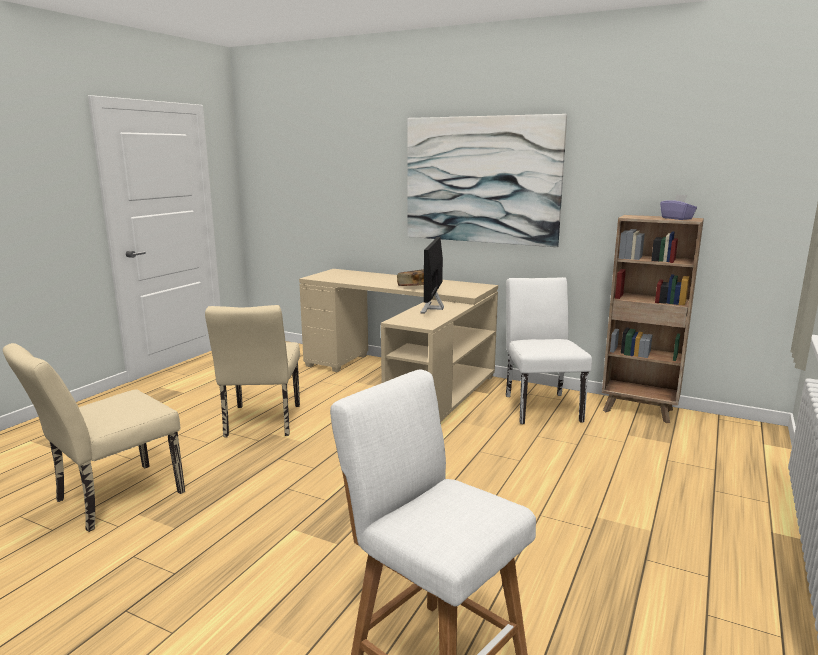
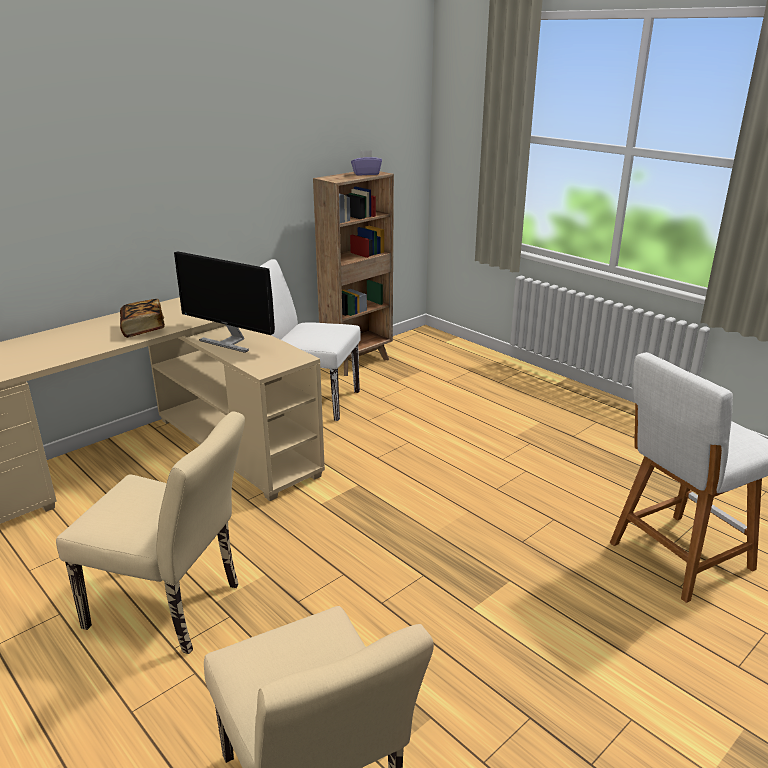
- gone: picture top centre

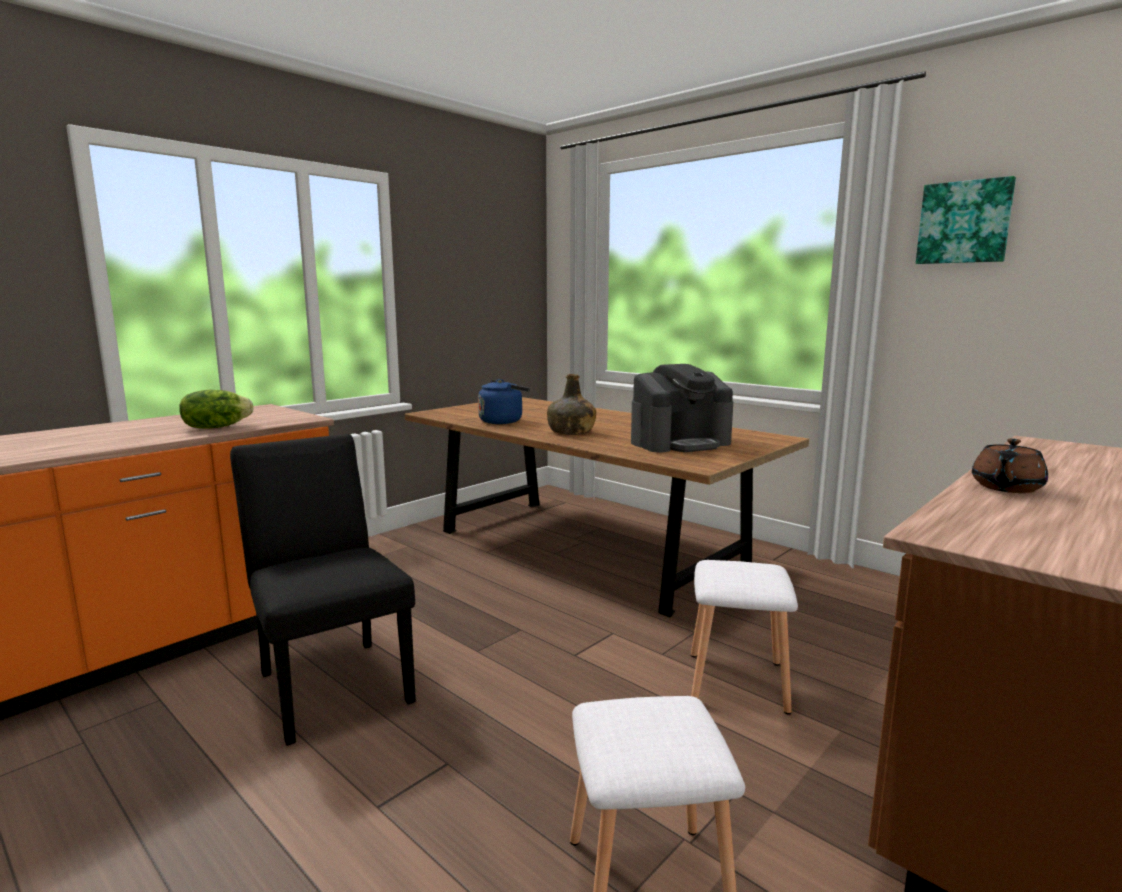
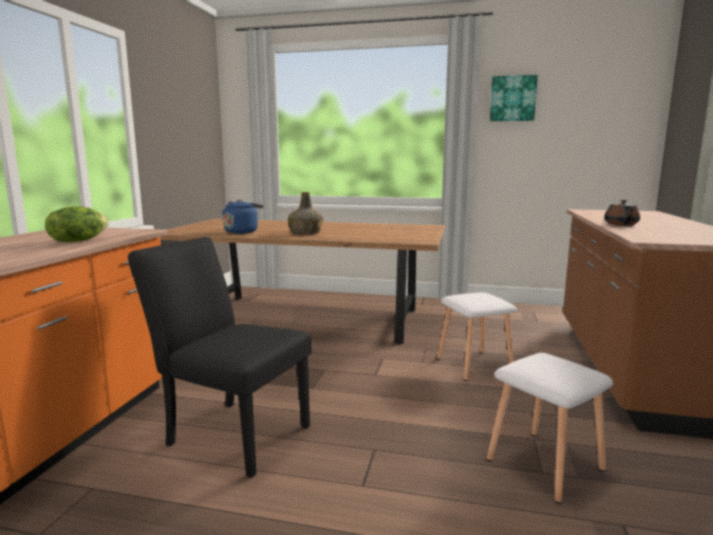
- gone: coffee_machine centre

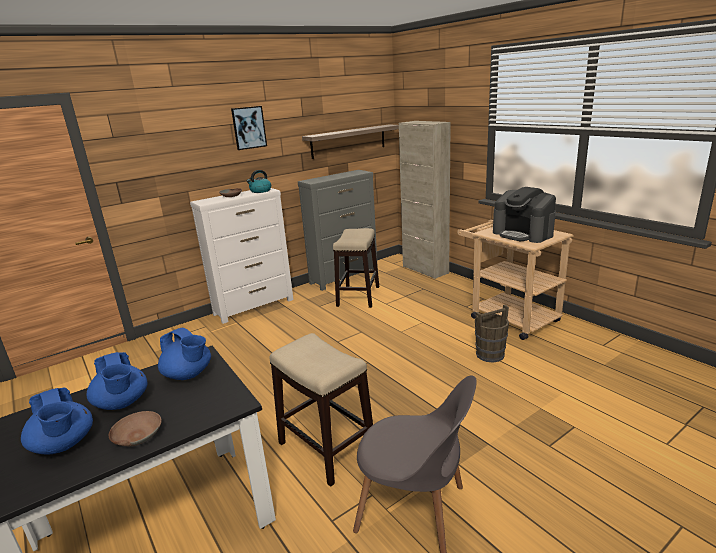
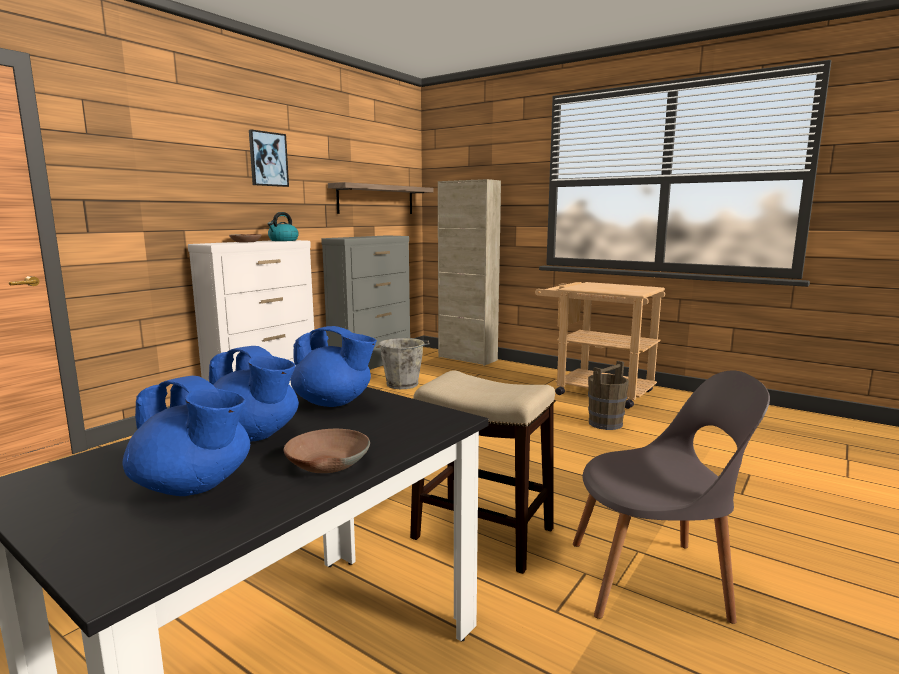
- gone: coffee_machine middle right
- swapped: stool (no. 2 from left) centre to grey_bucket centre

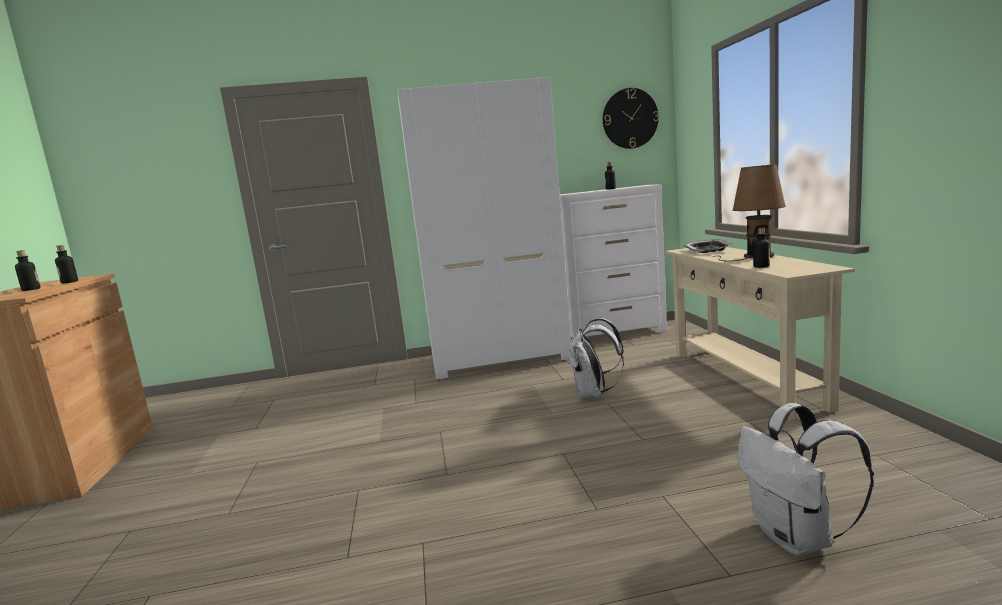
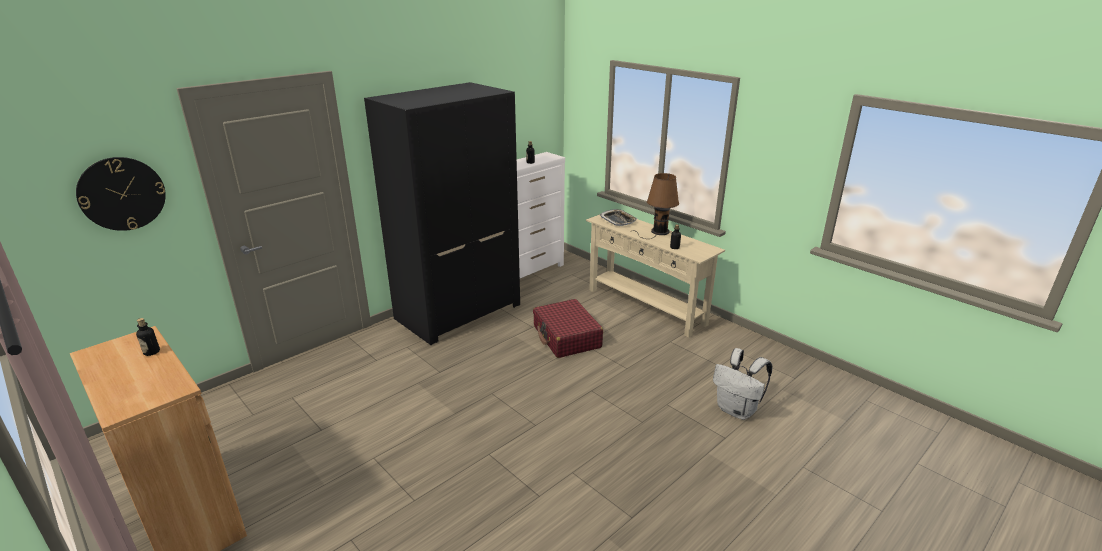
- repainted: white_wardrobe centre to black_wardrobe centre
- shifted: wall_clock top centre to middle left
- gone: bottle (no. 1 from left) middle left
- swapped: white_backpack (no. 1 from left) centre to red_suitcase centre

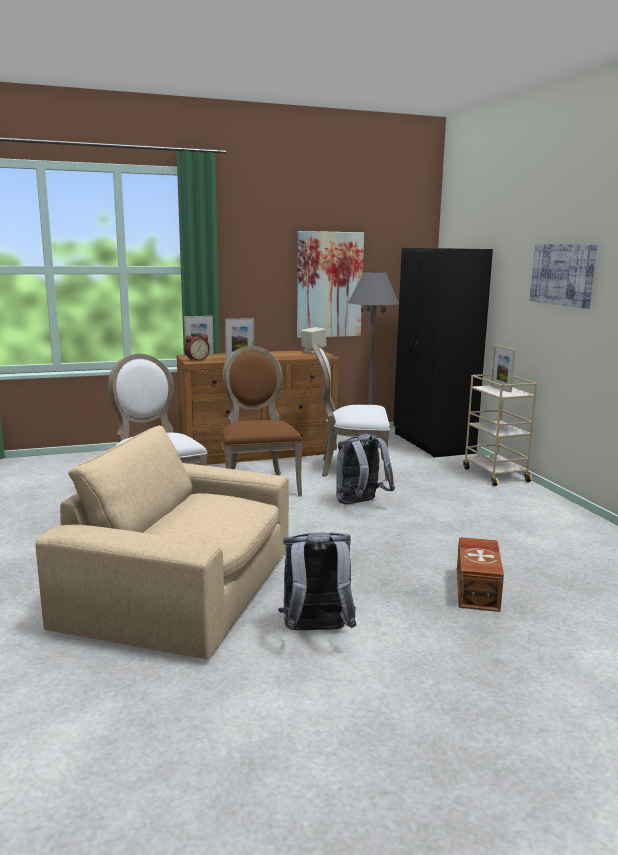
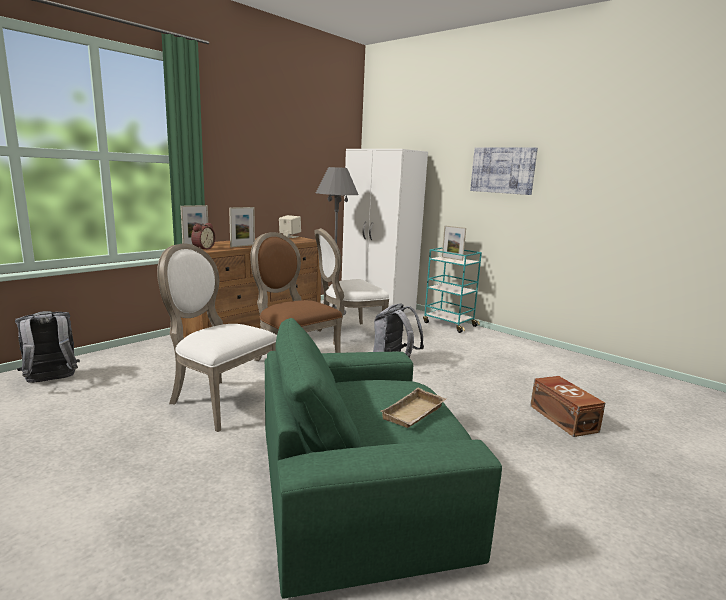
- gone: picture (no. 1 from left) top centre
- repainted: black_wardrobe middle right to white_wardrobe centre
- repainted: beige_cart middle right to turquoise_cart centre
- repainted: beige_armchair middle left to green_armchair bottom centre
- shifted: grey_backpack (no. 1 from left) bottom centre to middle left
- new: beige_tray bottom centre

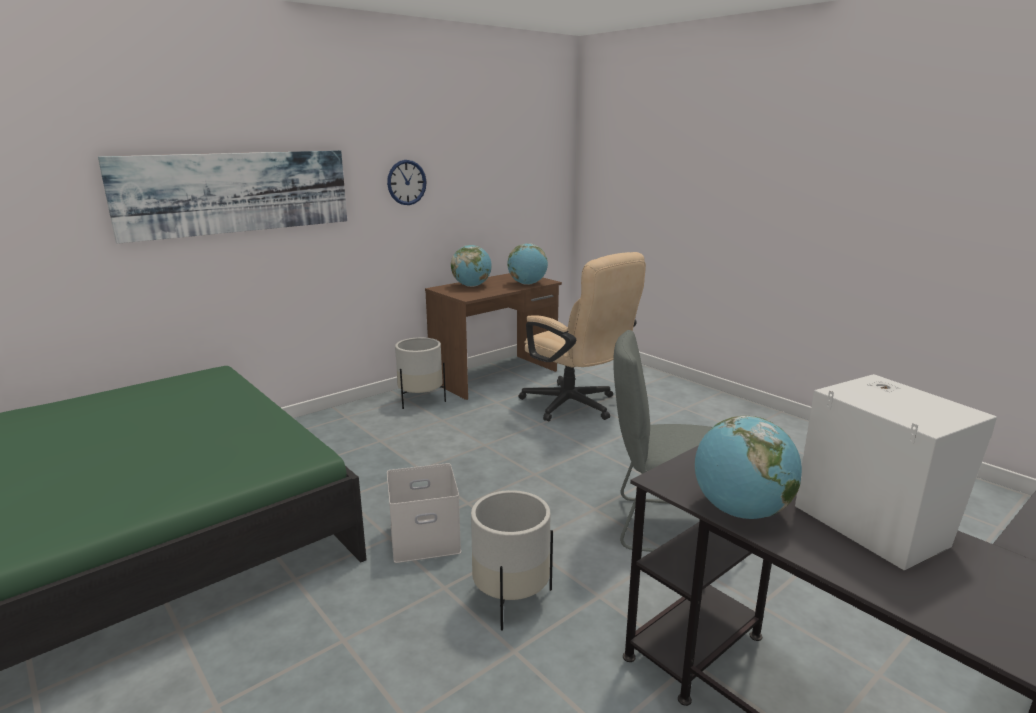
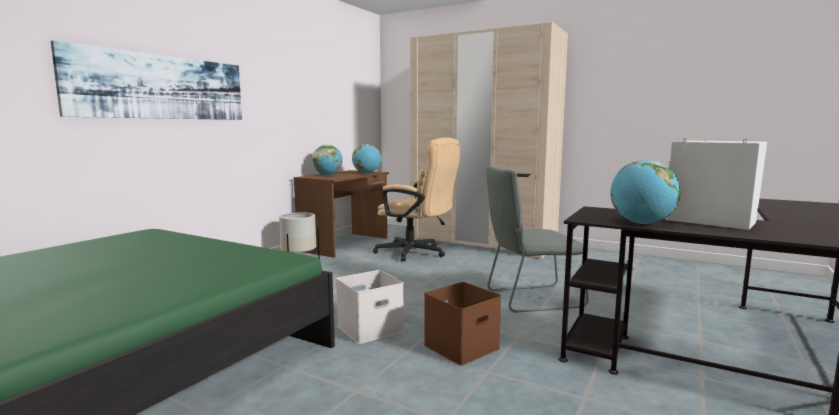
- gone: wall_clock top centre
- swapped: white_planter (no. 2 from left) bottom centre to brown_storage_box bottom centre
- new: beige_wardrobe centre

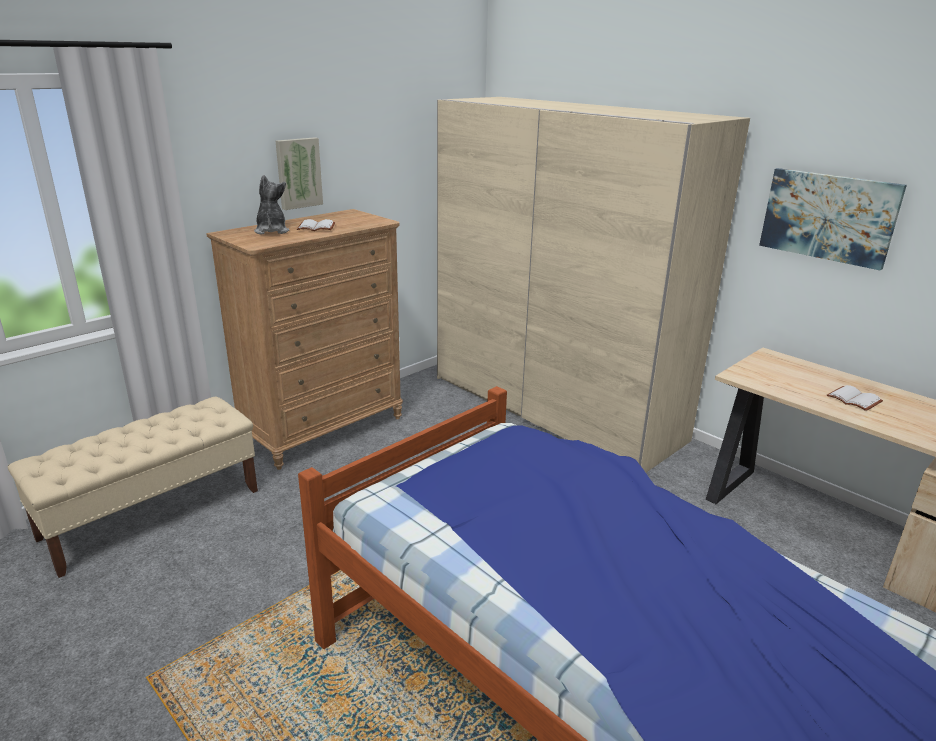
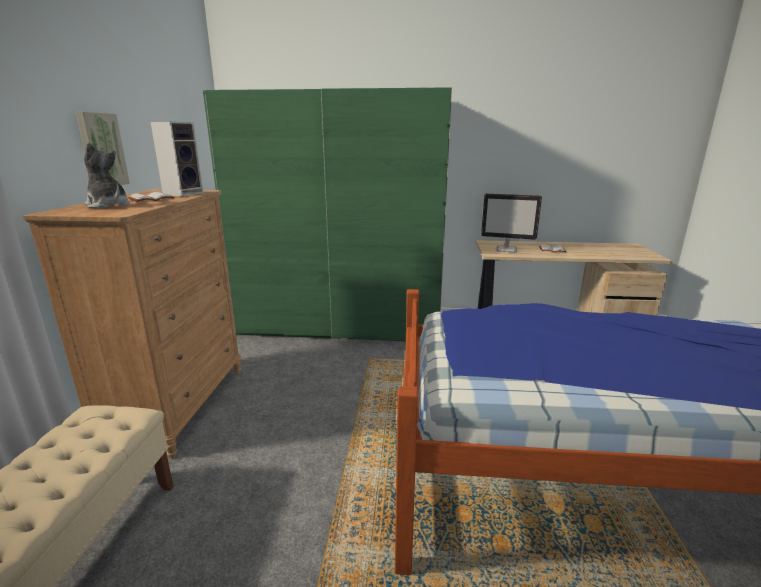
- repainted: beige_wardrobe centre to green_wardrobe centre
- gone: picture (no. 2 from left) top right
- new: speaker top left
- new: monitor middle right

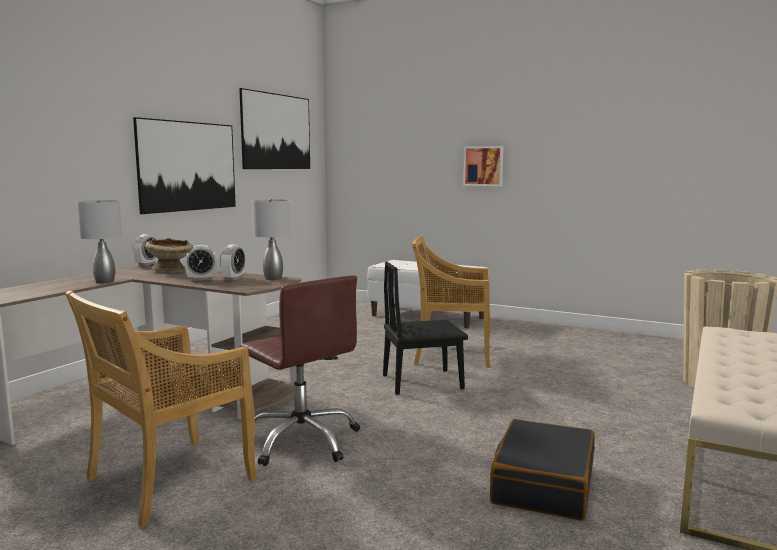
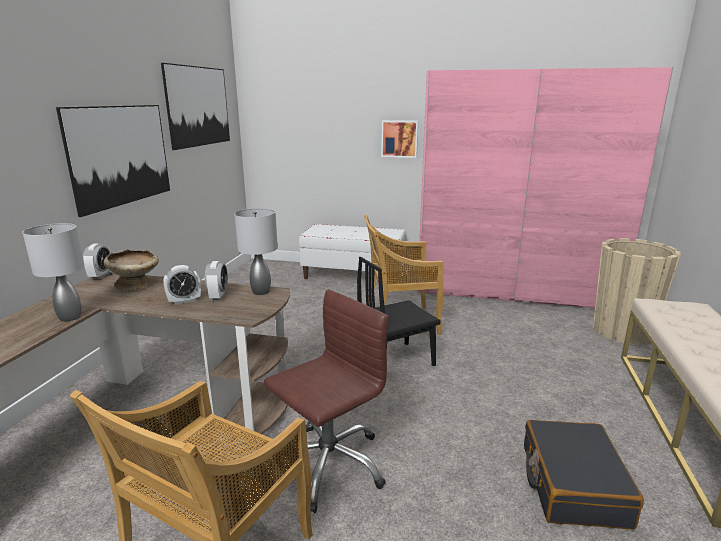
- rotated: brown_office_chair bottom centre = bottom centre 75 degrees counterclockwise
- new: pink_wardrobe middle right

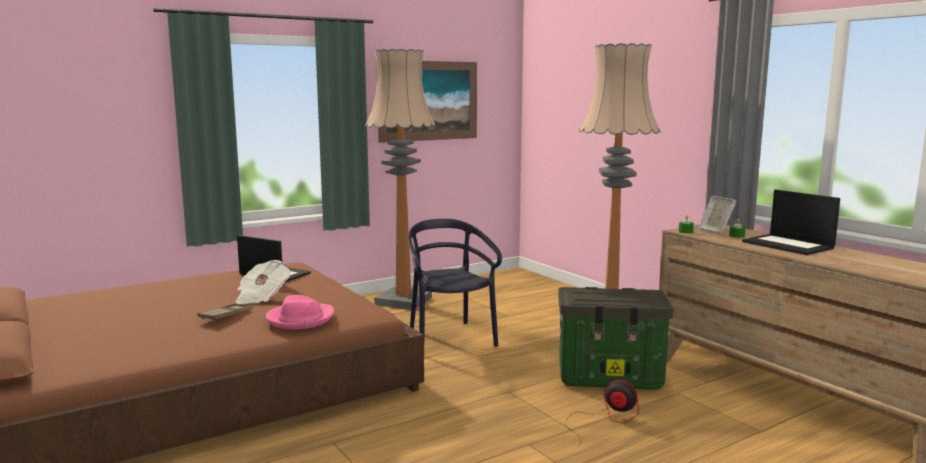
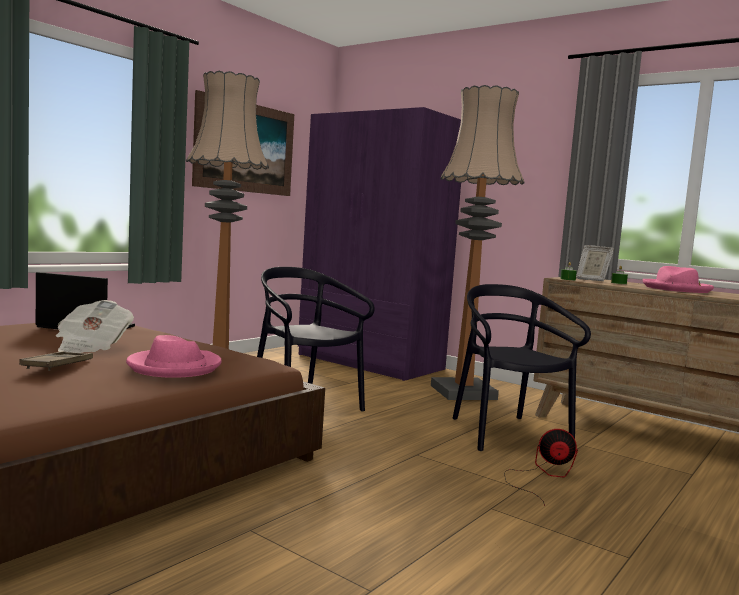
- swapped: laptop (no. 2 from left) middle right to pink_hat (no. 2 from left) middle right
- swapped: storage_box bottom centre to black_chair (no. 2 from left) middle right
- new: purple_wardrobe centre

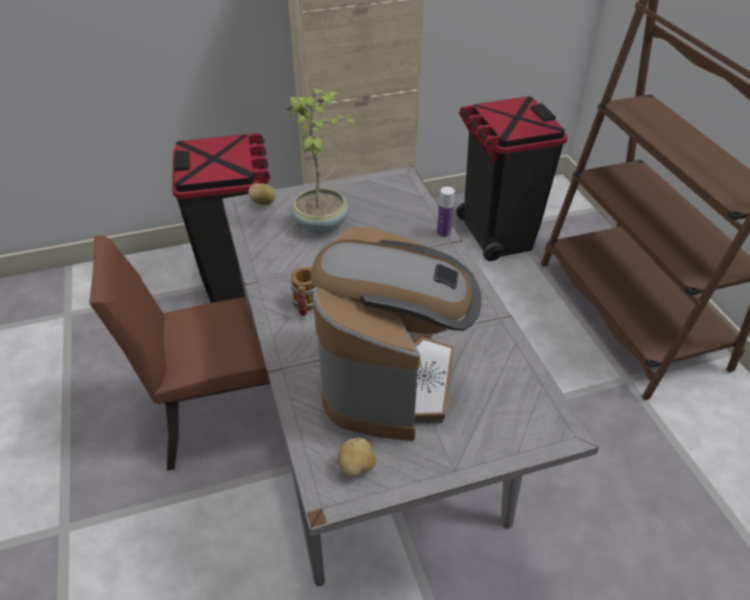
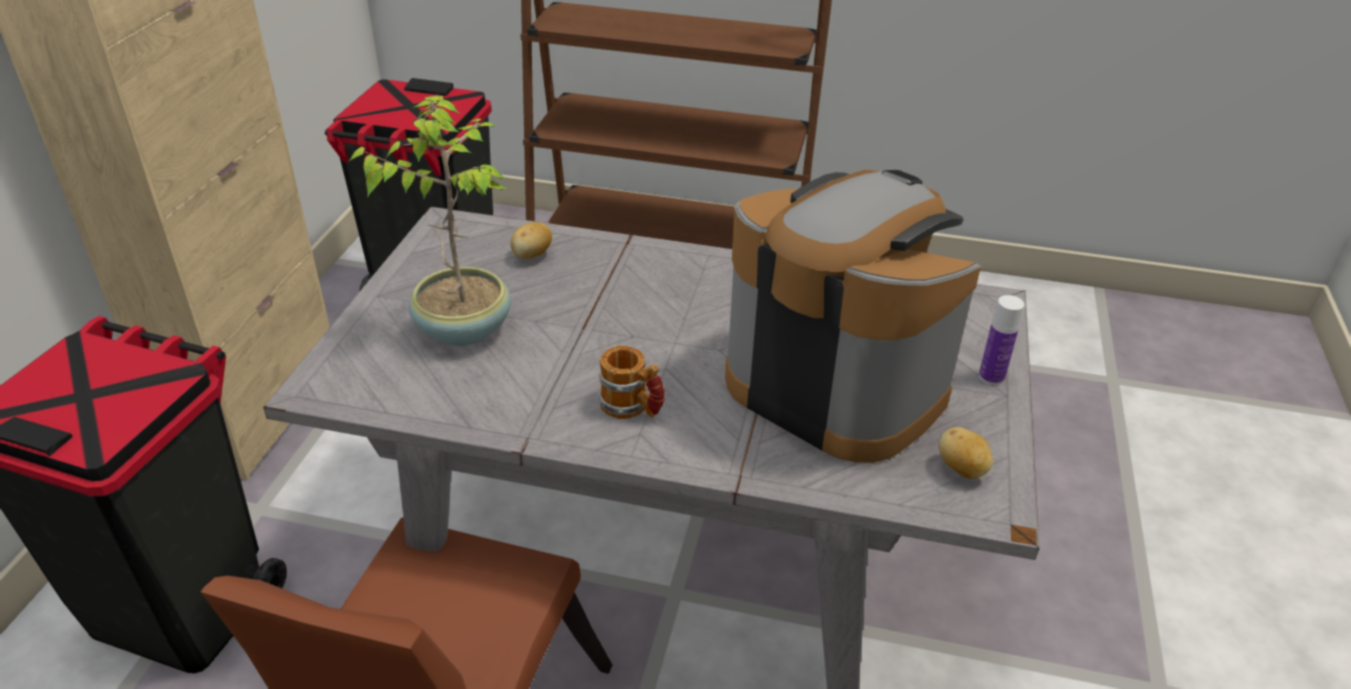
- shifted: potato (no. 1 from left) top centre to centre
- shifted: bottle centre to middle right

